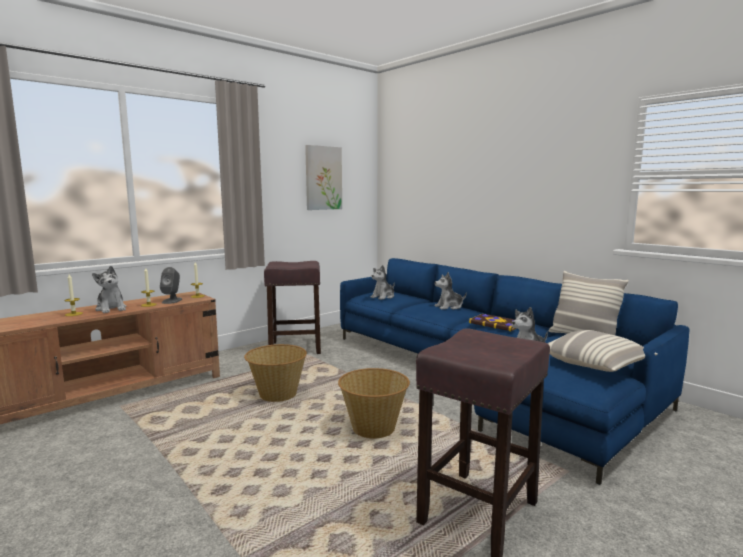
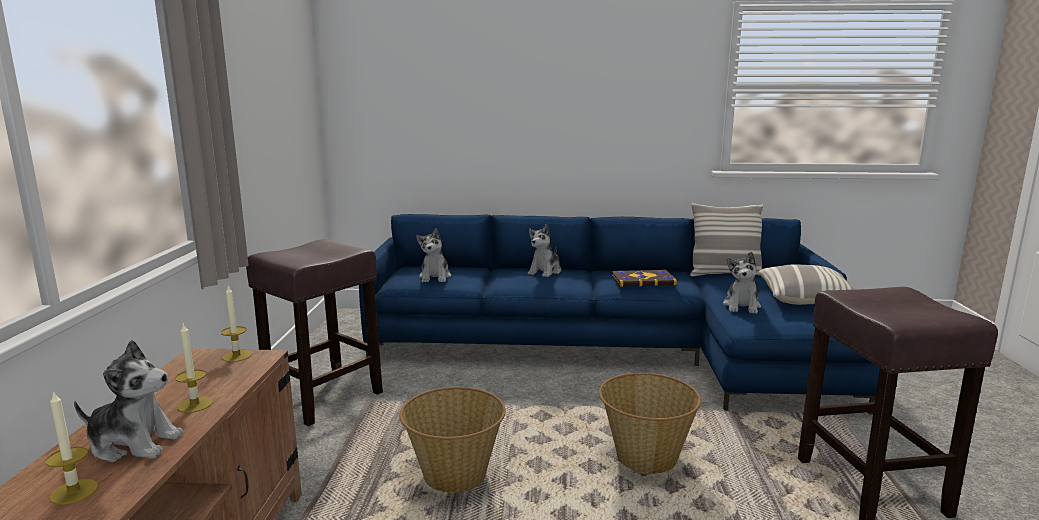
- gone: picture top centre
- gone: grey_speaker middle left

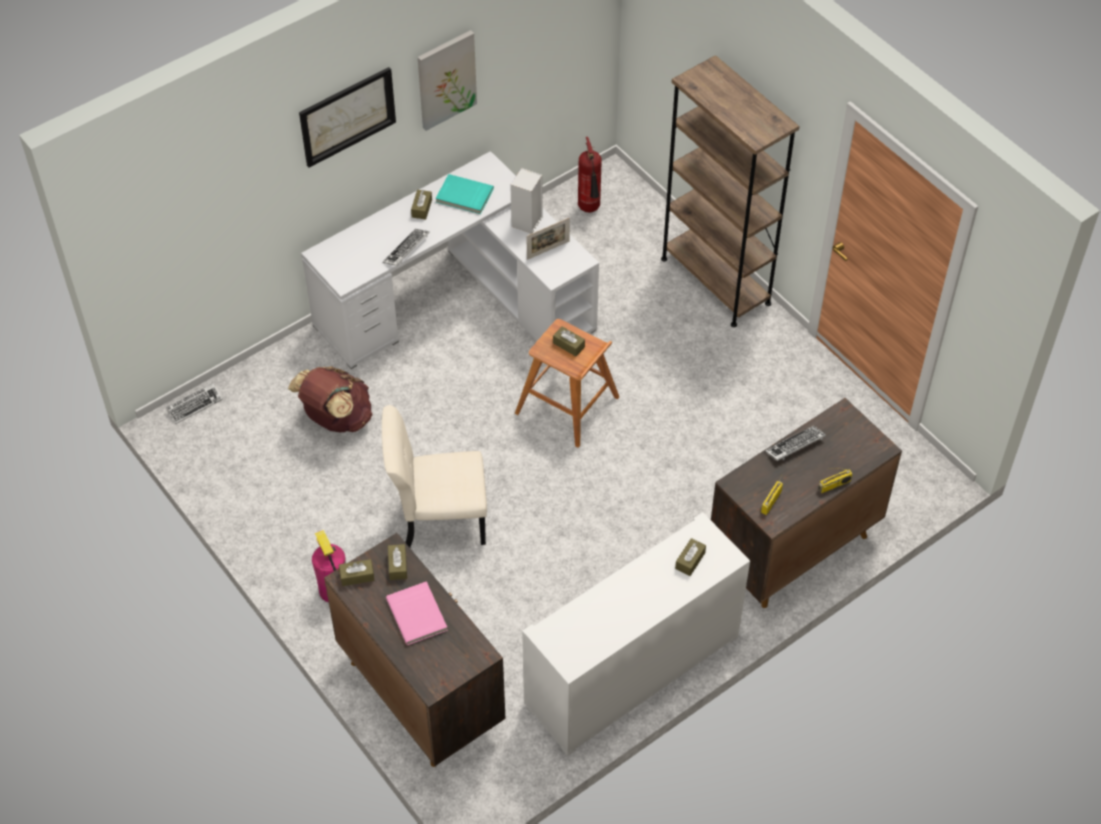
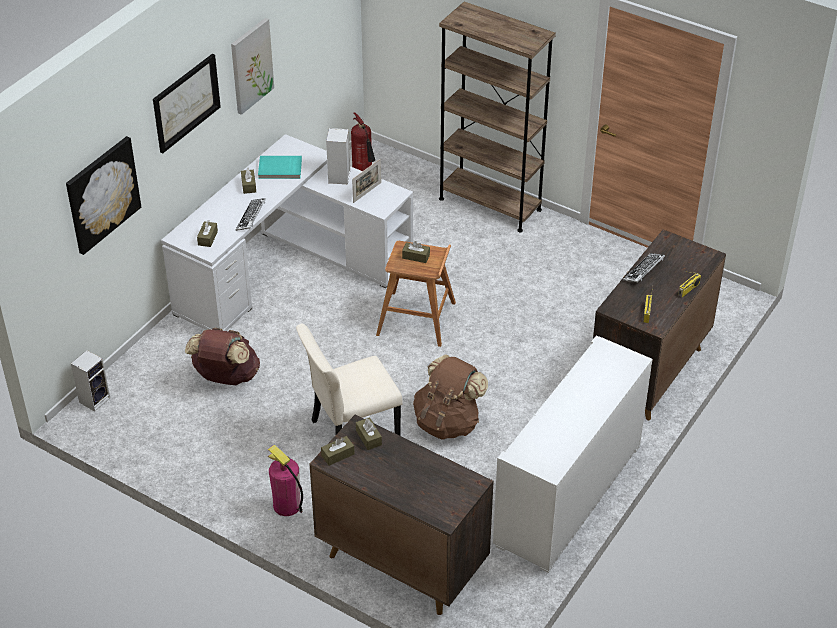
- swapped: keyboard (no. 1 from left) middle left to speaker (no. 1 from left) middle left
- shifted: brown_tissue_box (no. 5 from left in the first image) bottom centre to brown_tissue_box (no. 1 from left) middle left
- gone: pink_book bottom centre
- new: picture (no. 1 from left) top left
- new: brown_backpack (no. 2 from left) centre

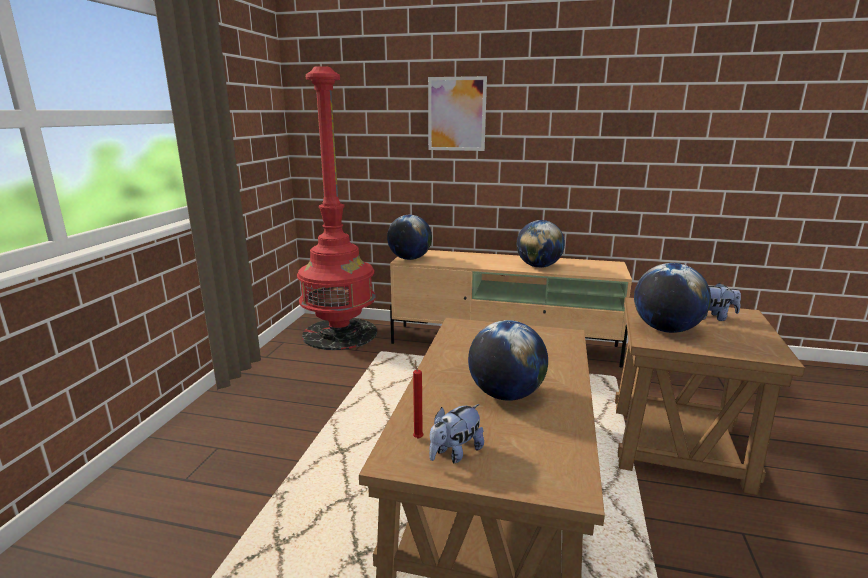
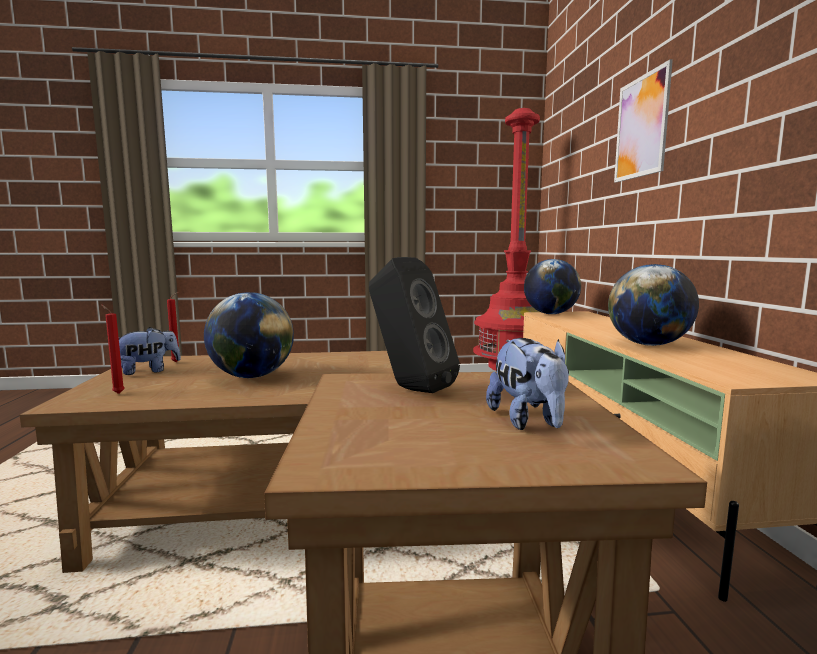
- swapped: globe (no. 4 from left) middle right to black_speaker centre
- rotated: plush_toy (no. 1 from left) bottom centre = middle left 120 degrees clockwise
- new: red_candle (no. 1 from left) middle left

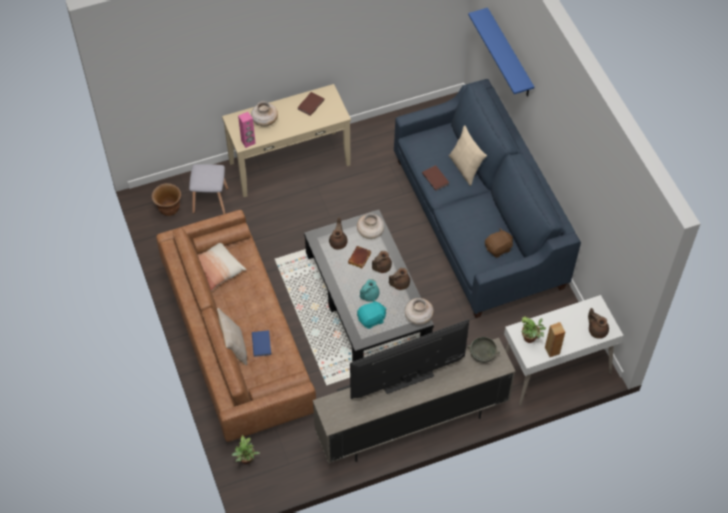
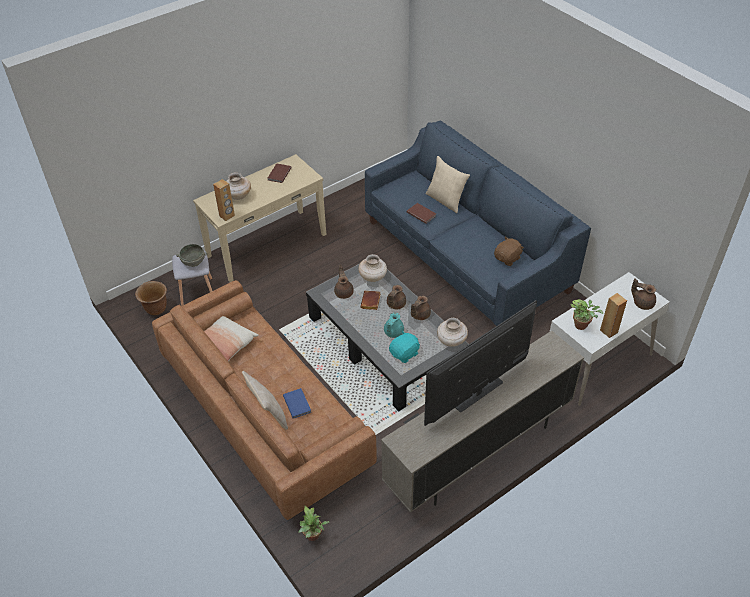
- gone: blue_shelf top right
- repainted: pink_speaker top centre to brown_speaker (no. 1 from left) middle left
- shifted: grey_bowl bottom centre to middle left

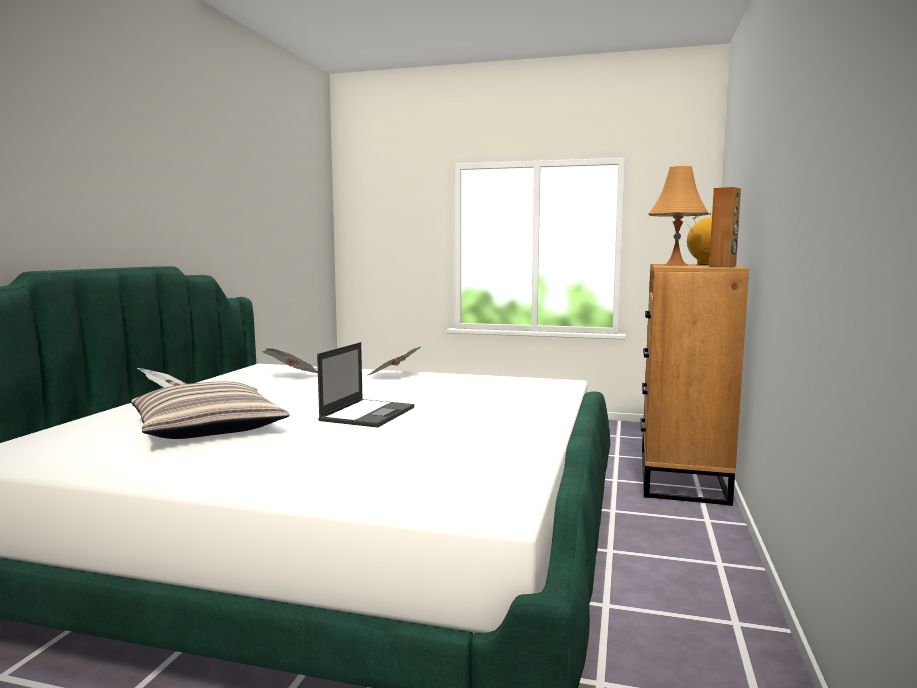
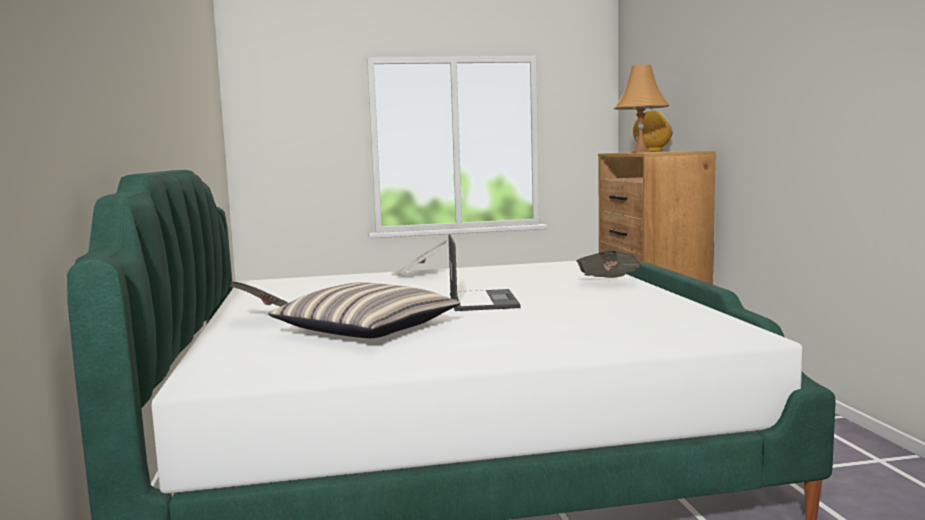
- gone: brown_speaker top right
- shifted: newspaper (no. 2 from left in the first image) middle left to newspaper (no. 3 from left) centre

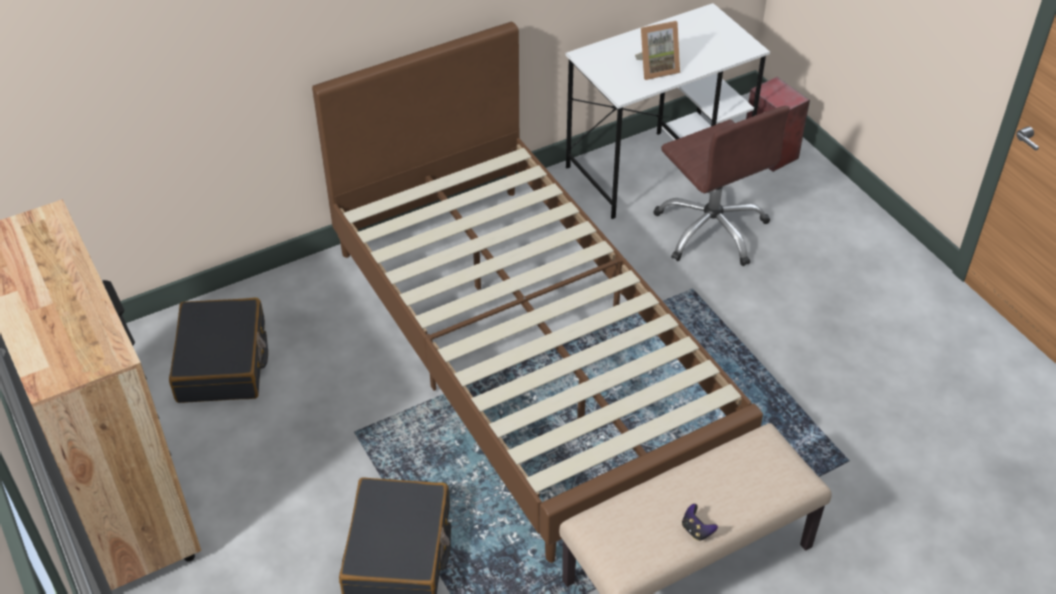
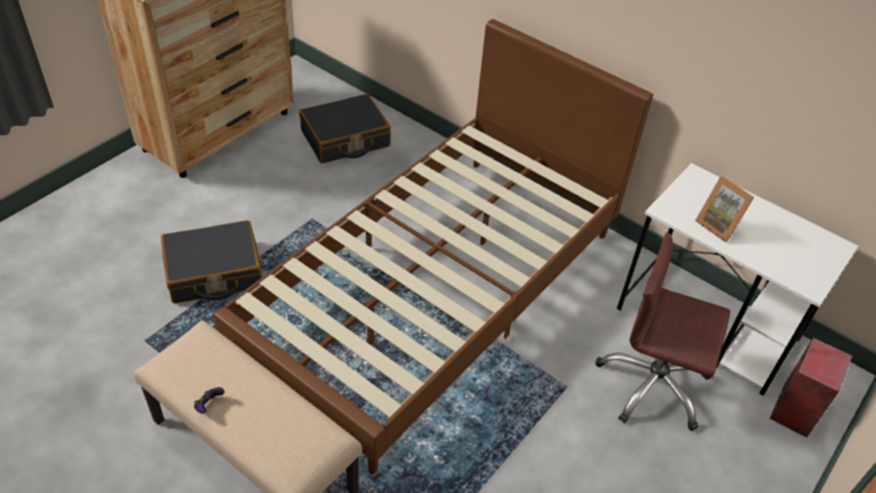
- rotated: brown_office_chair top right = bottom right 75 degrees clockwise

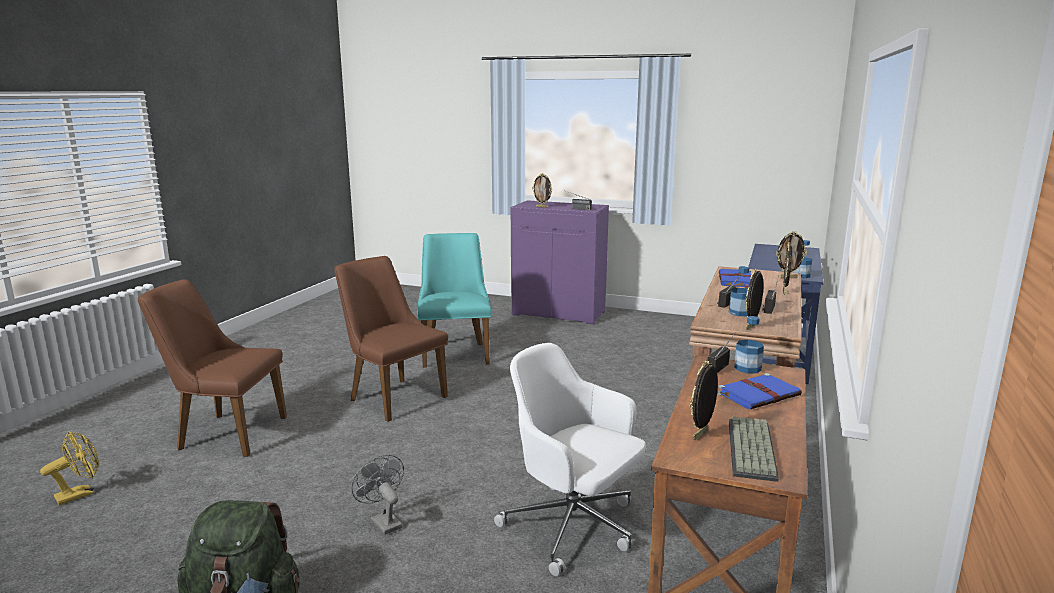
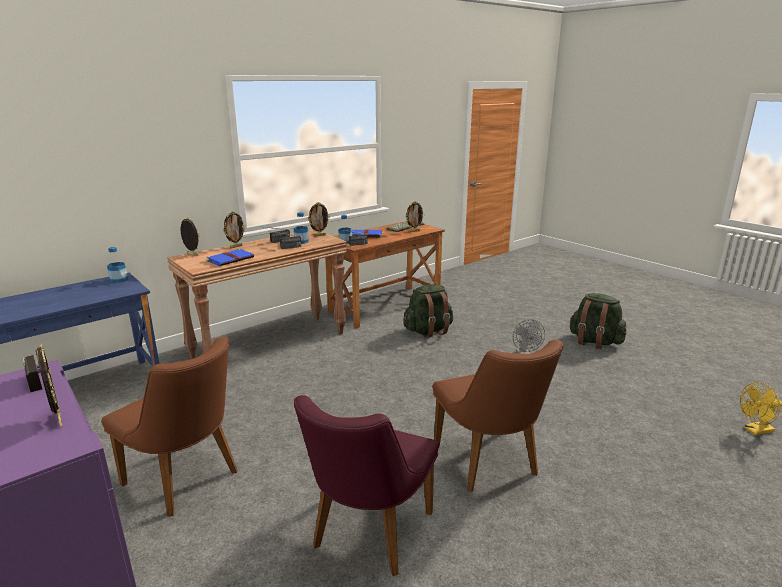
- repainted: turquoise_chair centre to purple_chair bottom centre
- shifted: brown_chair (no. 1 from left) middle left to bottom left
- swapped: white_office_chair bottom centre to green_backpack (no. 1 from left) centre

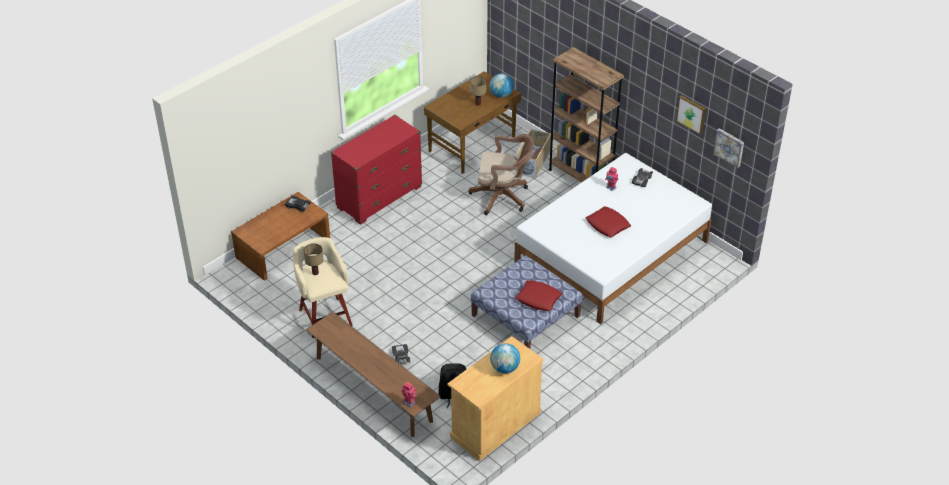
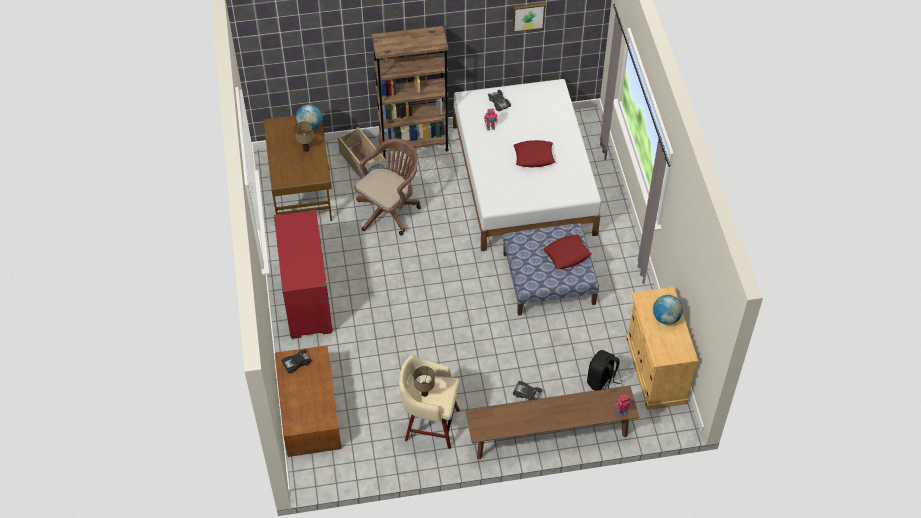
- gone: picture (no. 2 from left) top right

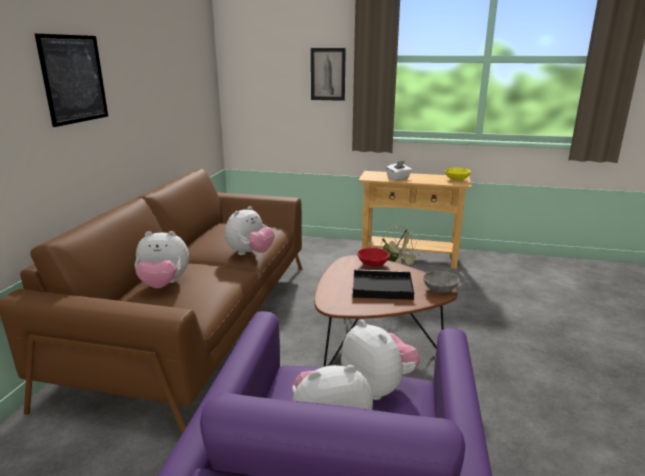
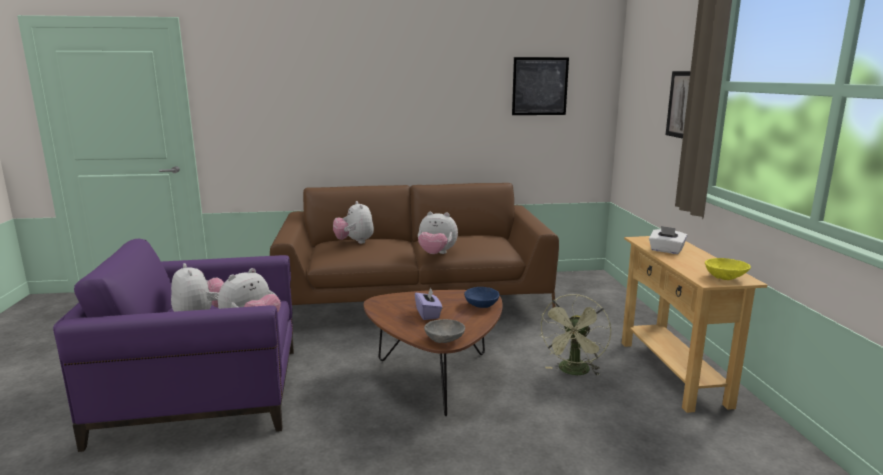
- shifted: picture (no. 1 from left) top left to top centre
- repainted: red_bowl centre to blue_bowl centre
- swapped: black_tray centre to purple_tissue_box centre

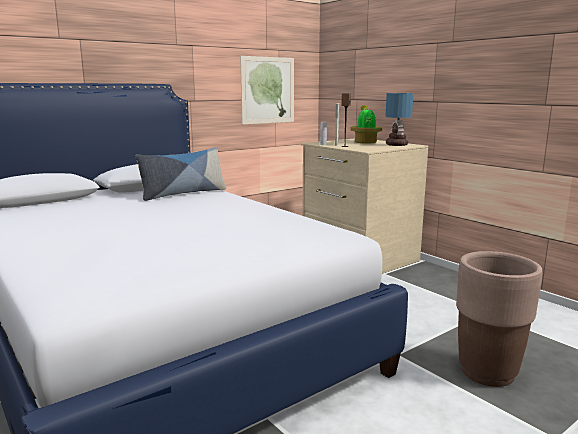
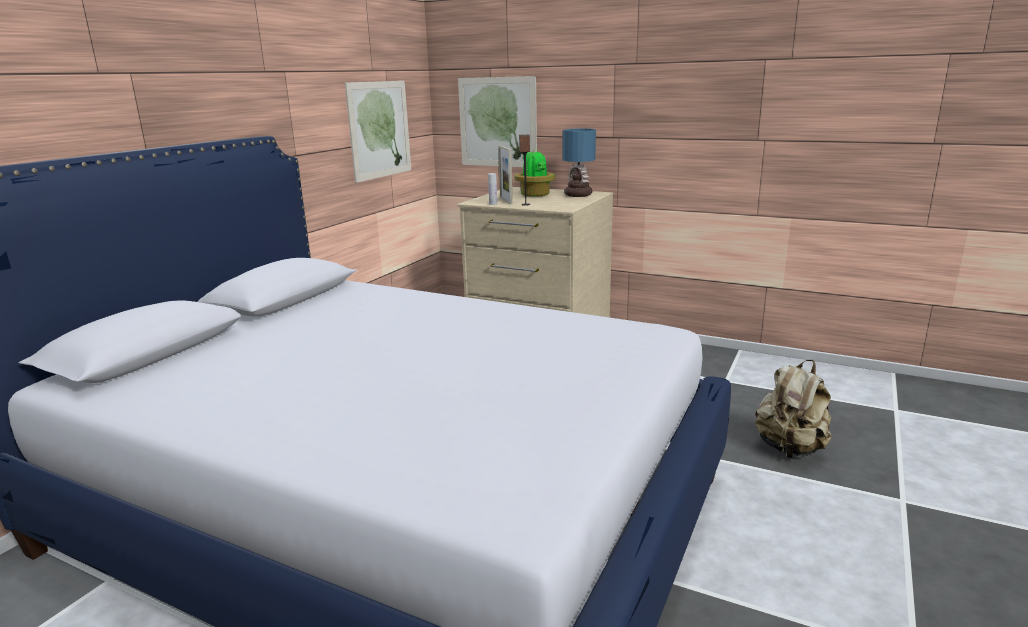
- gone: pillow middle left
- swapped: brown_planter bottom right to beige_backpack middle right
- new: picture (no. 2 from left) top centre

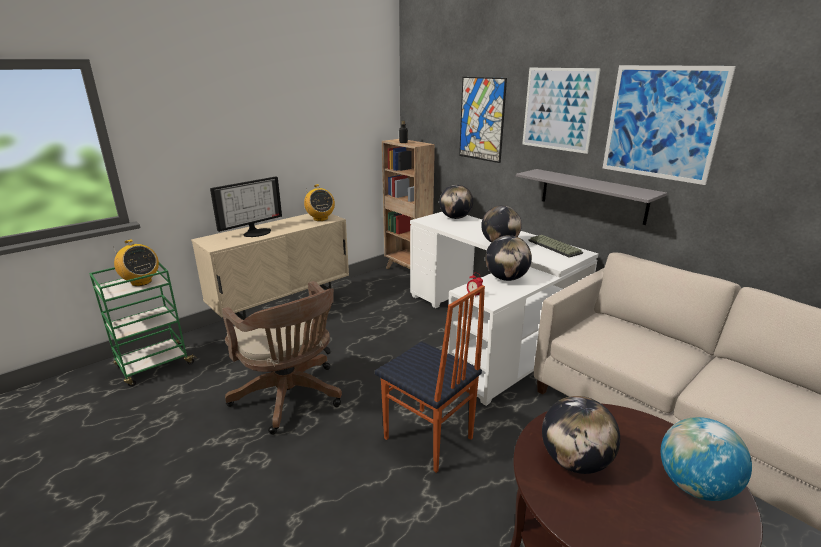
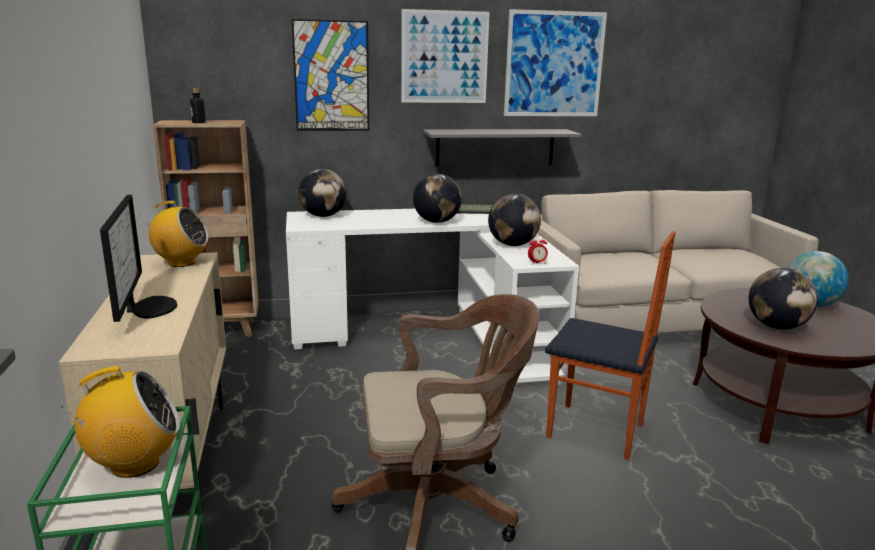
- rotated: chair bottom centre = middle right 45 degrees clockwise

